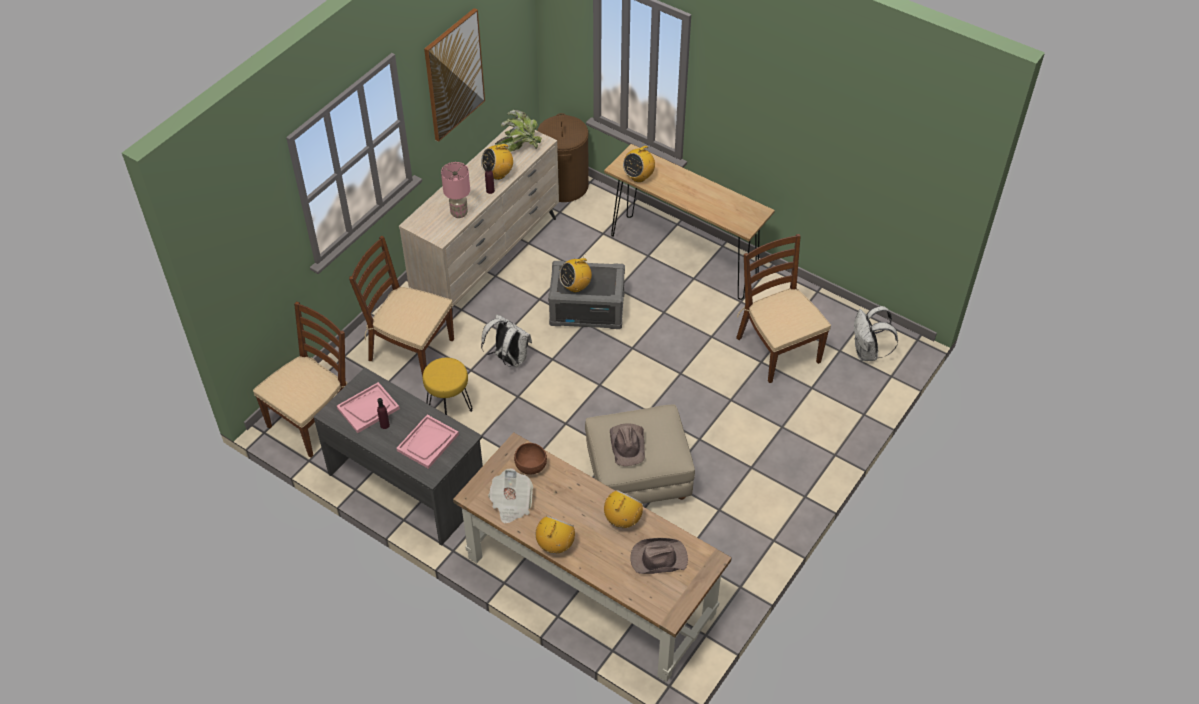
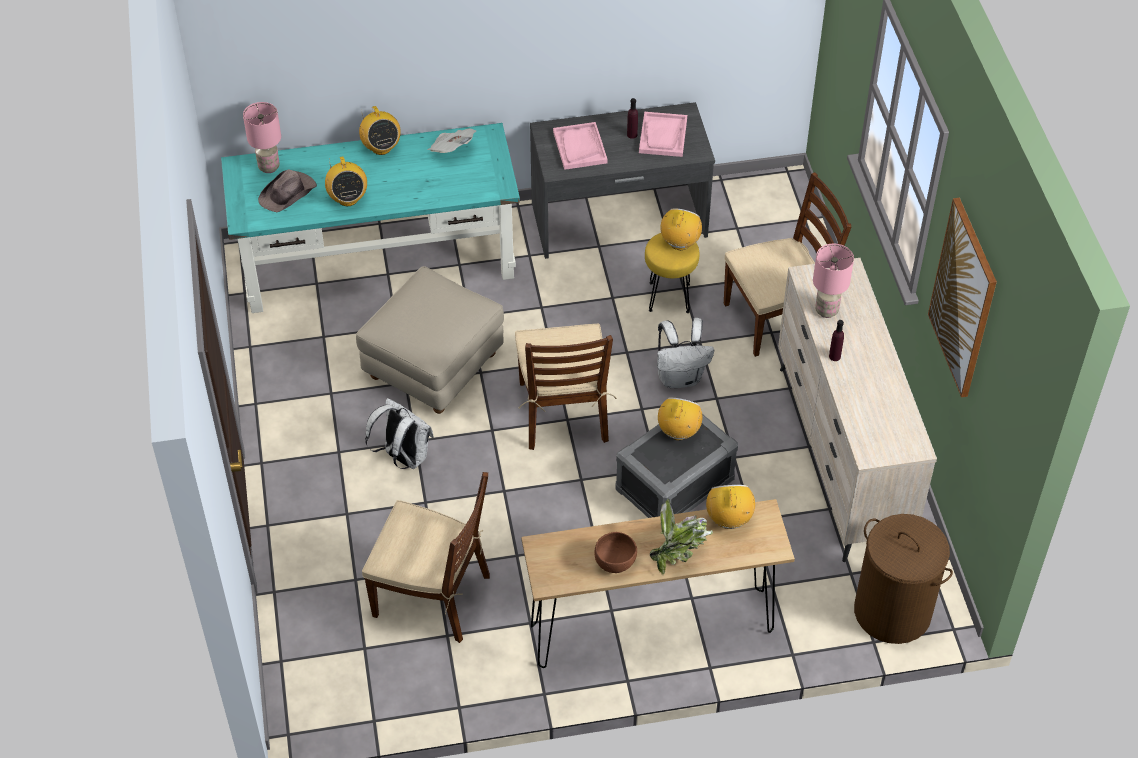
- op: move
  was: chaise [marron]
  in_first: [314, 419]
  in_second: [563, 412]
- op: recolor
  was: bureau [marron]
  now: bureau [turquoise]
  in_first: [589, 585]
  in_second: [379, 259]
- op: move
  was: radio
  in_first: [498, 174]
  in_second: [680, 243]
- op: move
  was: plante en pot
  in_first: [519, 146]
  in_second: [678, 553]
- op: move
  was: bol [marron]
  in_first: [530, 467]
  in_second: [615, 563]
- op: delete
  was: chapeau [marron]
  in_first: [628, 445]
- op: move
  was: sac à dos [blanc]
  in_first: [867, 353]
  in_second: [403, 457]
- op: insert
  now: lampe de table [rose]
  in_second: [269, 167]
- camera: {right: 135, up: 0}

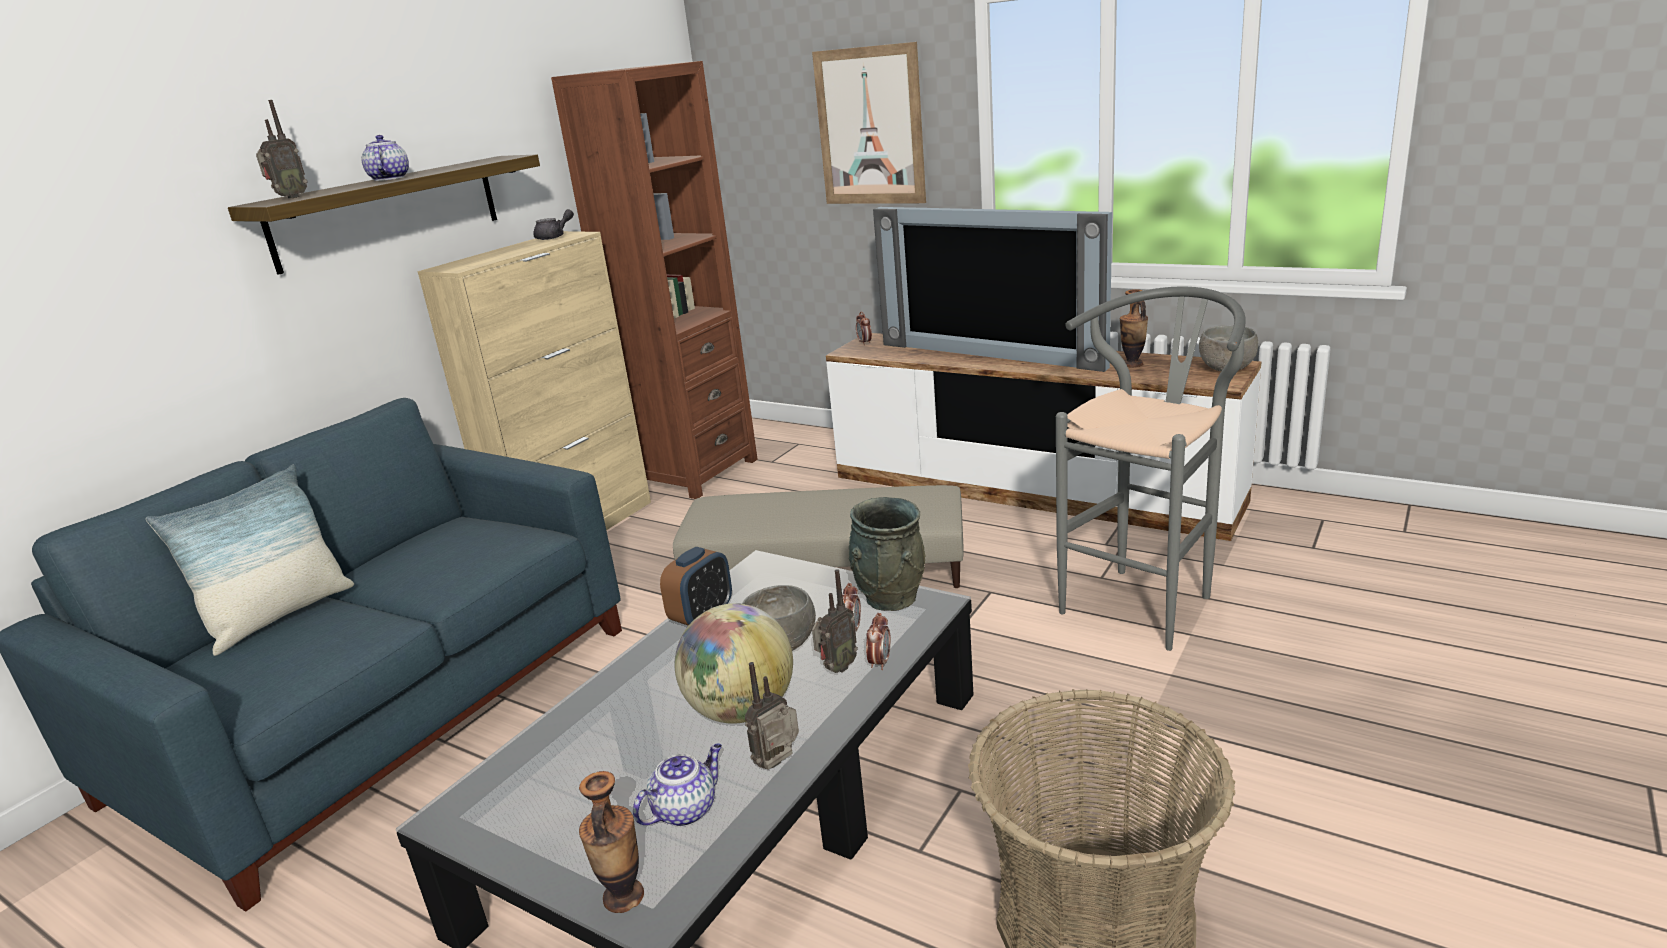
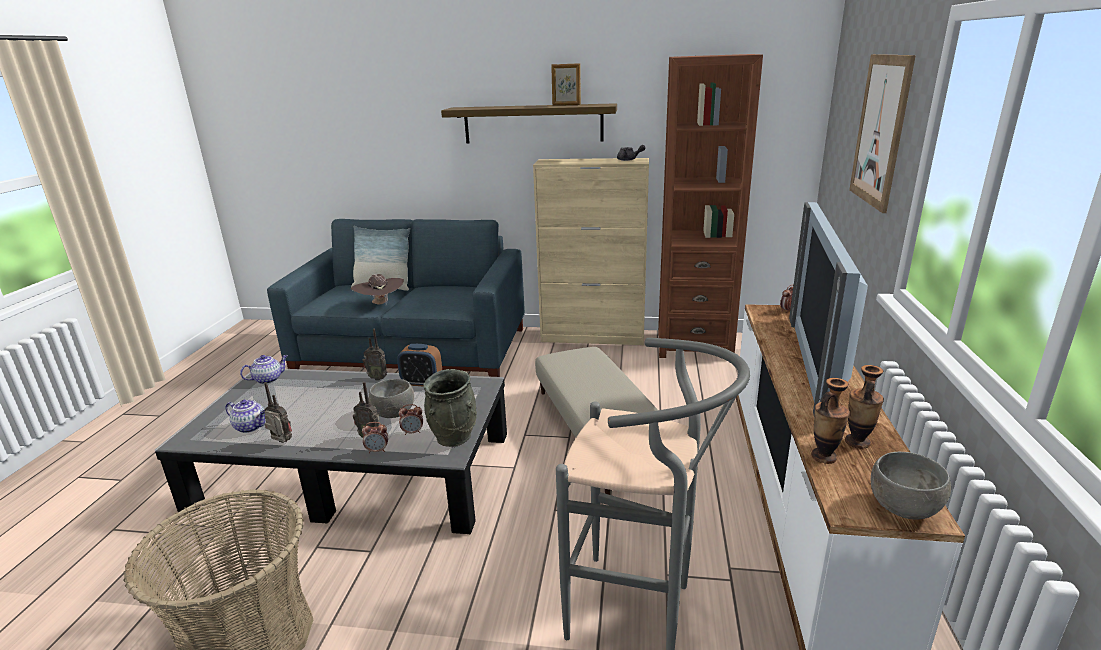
- op: move
  was: radio
  in_first: [289, 198]
  in_second: [378, 378]
- op: move
  was: théière
  in_first: [389, 178]
  in_second: [268, 379]
- op: move
  was: vase
  in_first: [624, 897]
  in_second: [824, 457]
- op: delete
  was: globe
  in_first: [741, 710]
- op: insert
  now: chapeau [marron]
  in_second: [380, 304]
- op: insert
  now: cadre photo
  in_second: [566, 105]
- camera: {right: 65, up: 0}

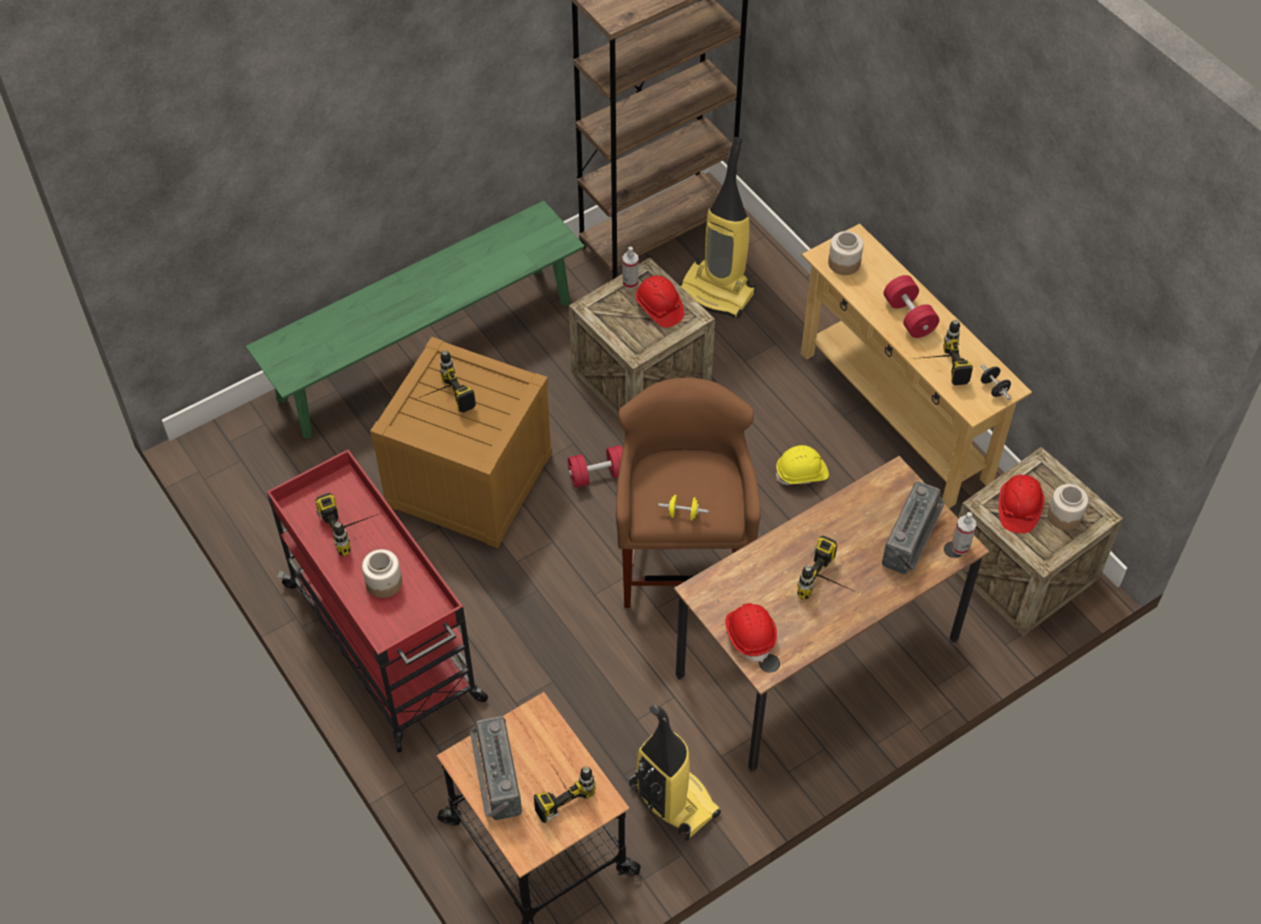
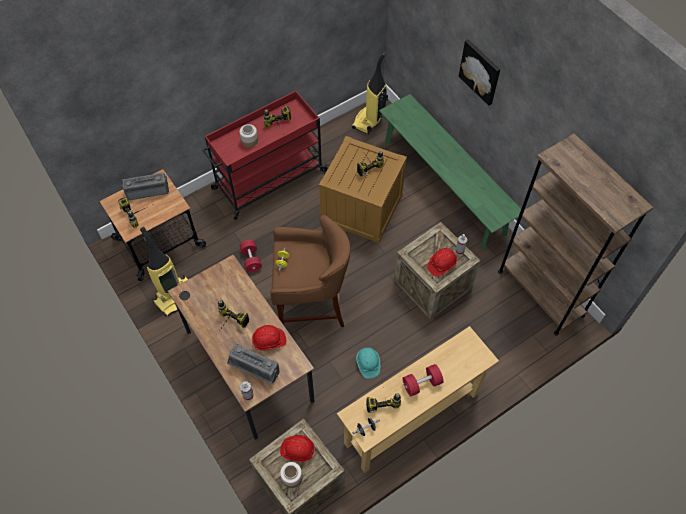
- op: move
  was: haltère [rouge]
  in_first: [598, 475]
  in_second: [251, 260]
- op: move
  was: aspirateur
  in_first: [718, 292]
  in_second: [369, 120]
- op: move
  was: casque de chantier [rouge]
  in_first: [750, 635]
  in_second: [269, 341]
- op: recolor
  was: casque de chantier [jaune]
  now: casque de chantier [turquoise]
  in_first: [802, 473]
  in_second: [368, 364]
- op: delete
  was: bocal
  in_first: [843, 263]
- op: insert
  now: tableau
  in_second: [480, 71]
- camera: {right: 90, up: 5}

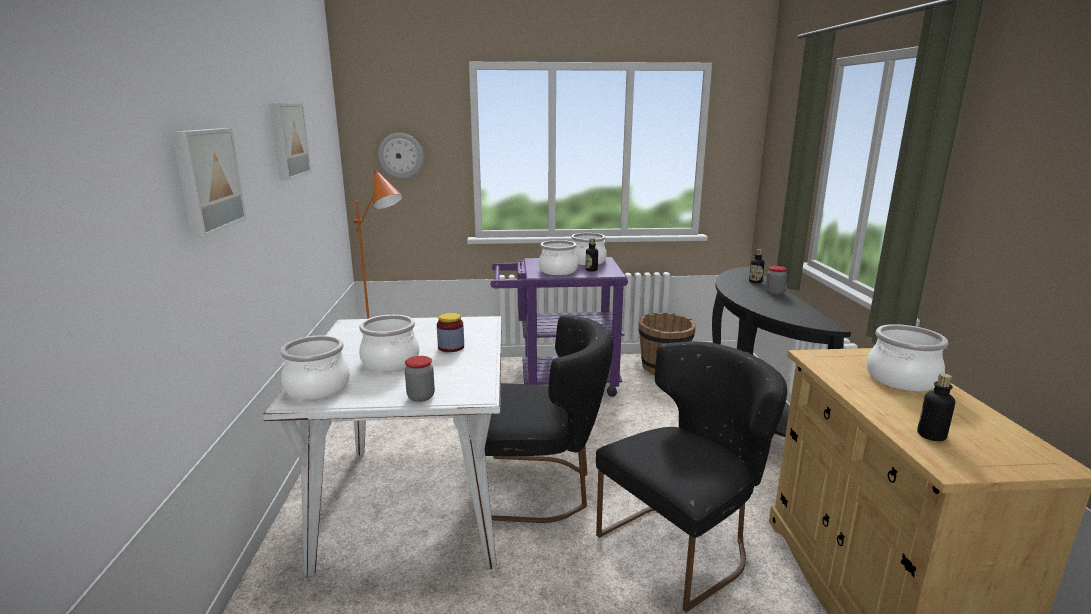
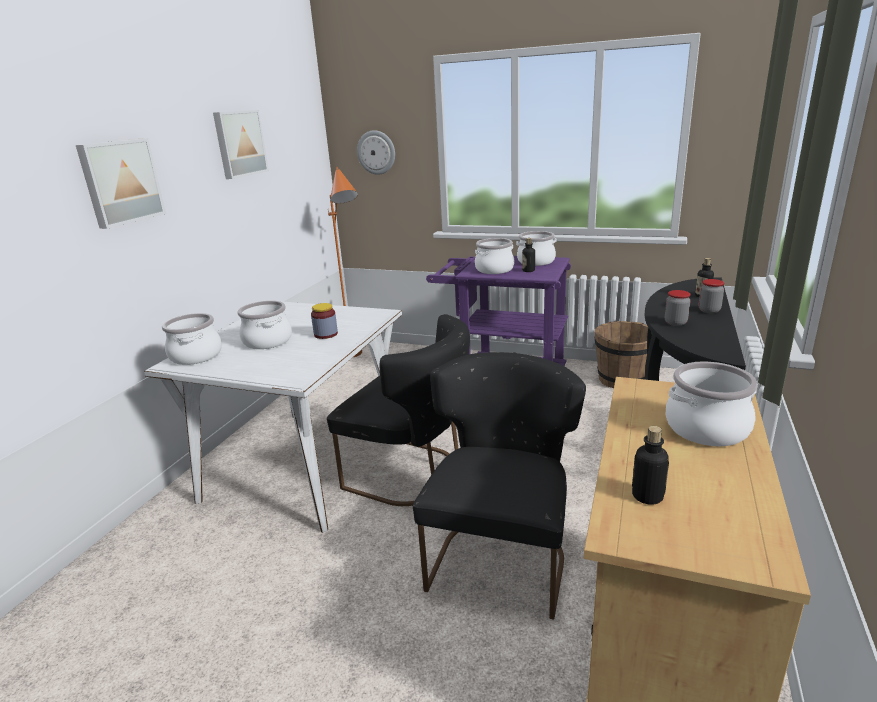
- op: move
  was: bocal
  in_first: [421, 397]
  in_second: [675, 323]
- op: rotate
  was: chaise [noir]
  in_first: [684, 543]
  in_second: [502, 555]
  clockwise: -60
- camera: {right: 25, up: 5}

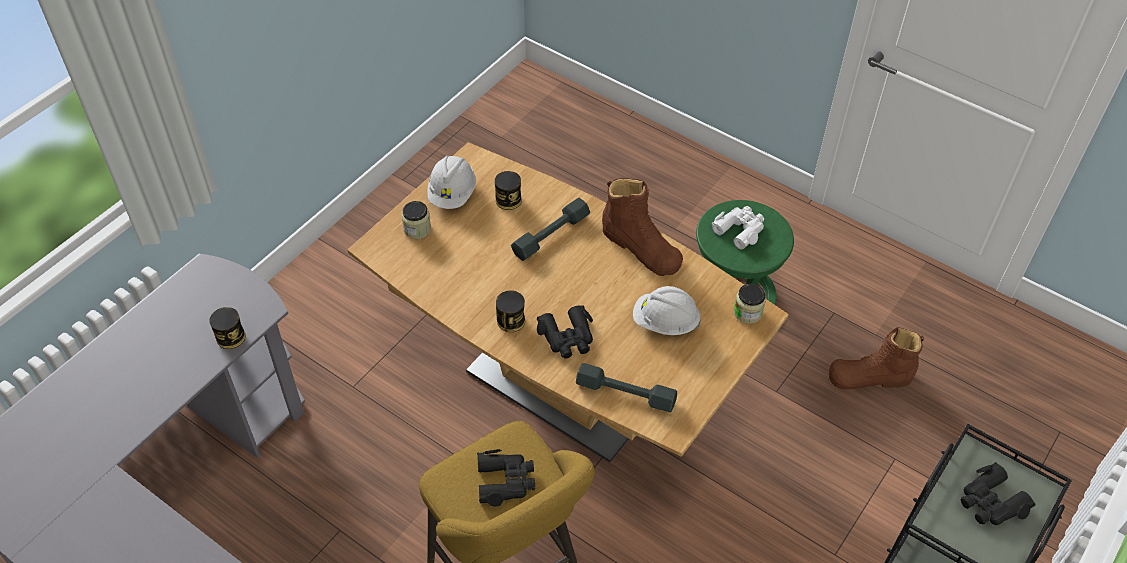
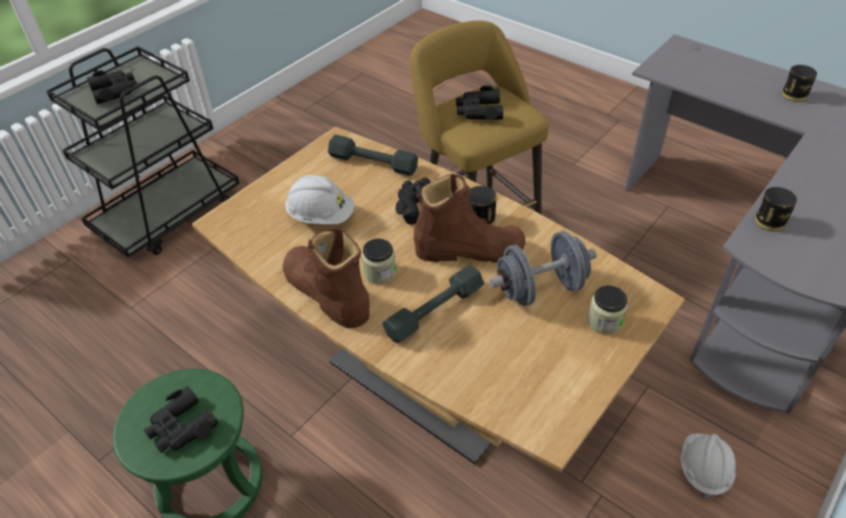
- op: move
  was: casque de chantier [blanc]
  in_first: [452, 194]
  in_second: [703, 469]
- op: move
  was: boîte métallique
  in_first: [508, 200]
  in_second: [794, 95]
- op: recolor
  was: jumelles [blanc]
  now: jumelles [noir]
  in_first: [740, 229]
  in_second: [181, 427]
- op: move
  was: bocal
  in_first: [747, 312]
  in_second: [380, 273]
- op: move
  was: botte [marron]
  in_first: [870, 377]
  in_second: [469, 250]
- op: insert
  now: haltère [gris]
  in_second: [540, 288]
- camera: {right: -175, up: -5}

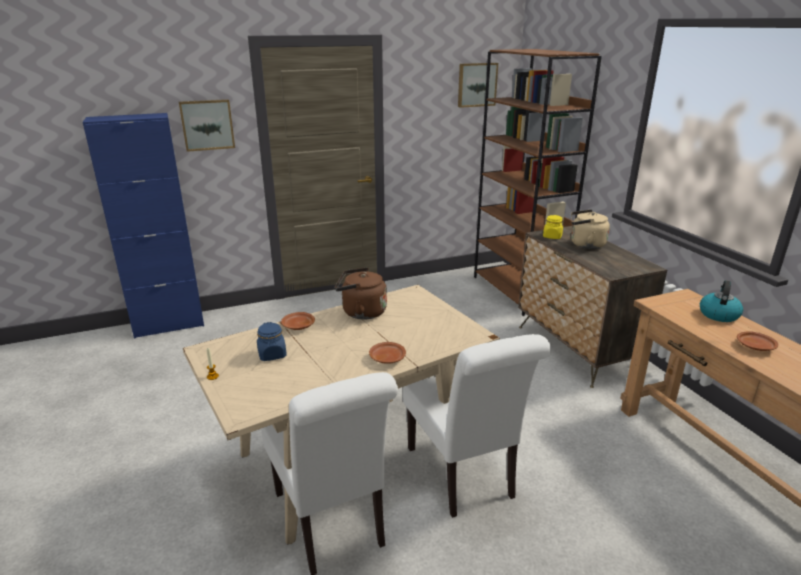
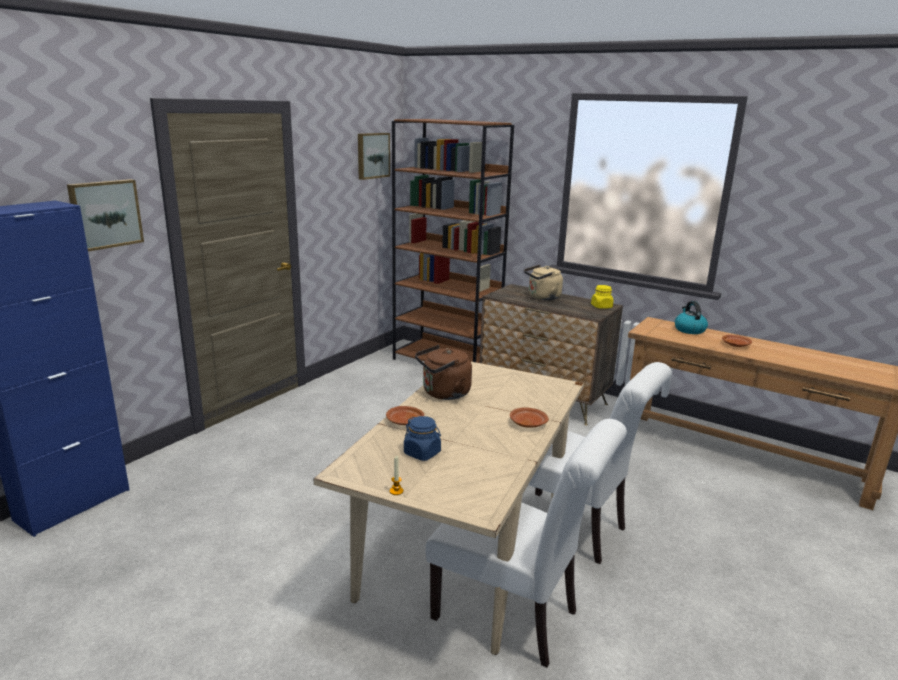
- op: move
  was: bocal [jaune]
  in_first: [552, 236]
  in_second: [601, 307]
- camera: {right: -35, up: -5}

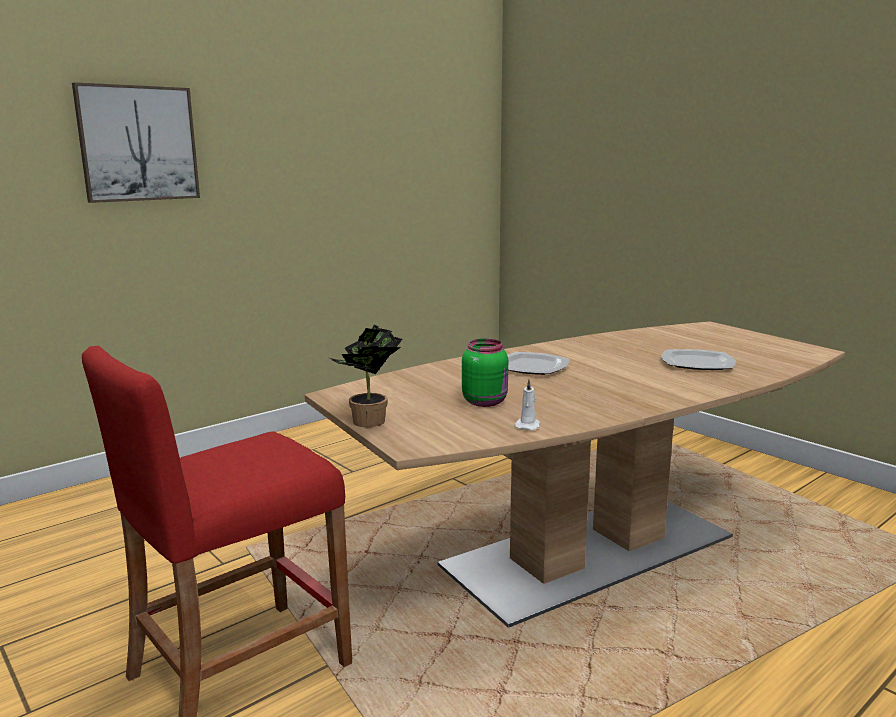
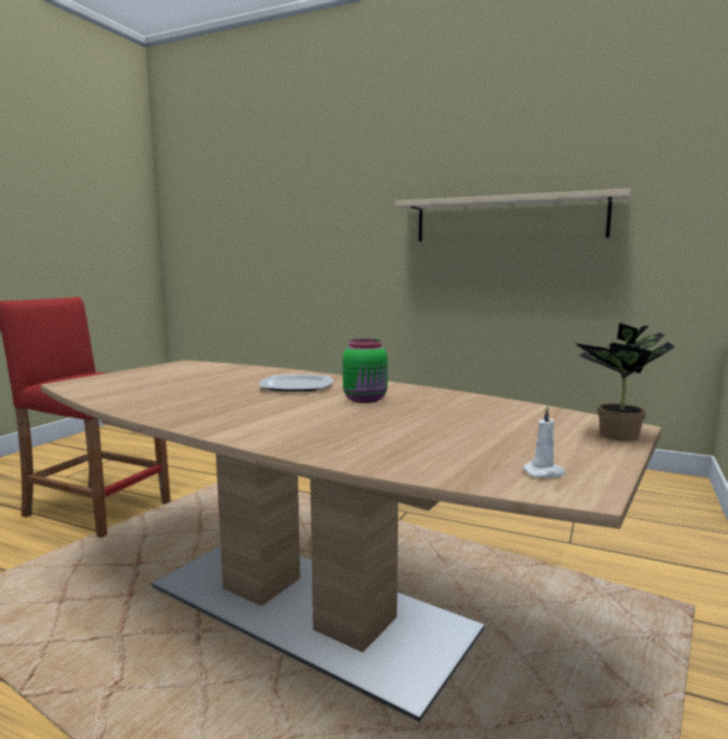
- op: delete
  was: tableau
  in_first: [138, 144]
- op: move
  was: plante en pot
  in_first: [370, 423]
  in_second: [616, 436]
- op: move
  was: bocal [vert]
  in_first: [485, 402]
  in_second: [366, 400]
- op: move
  was: bougie [blanc]
  in_first: [528, 426]
  in_second: [544, 473]
- op: delete
  was: assiette
  in_first: [698, 363]
- op: insert
  now: étagère [beige]
  in_second: [508, 219]
- camera: {right: 65, up: -5}

